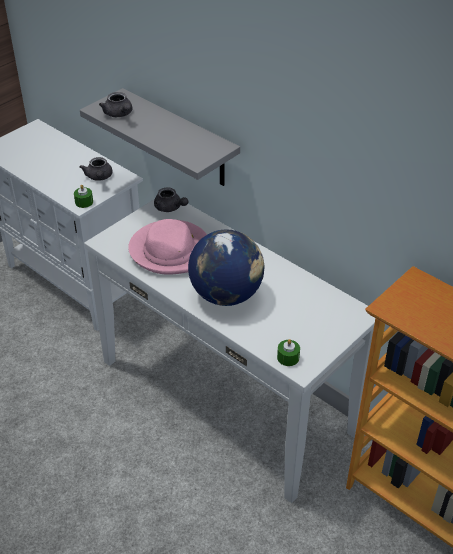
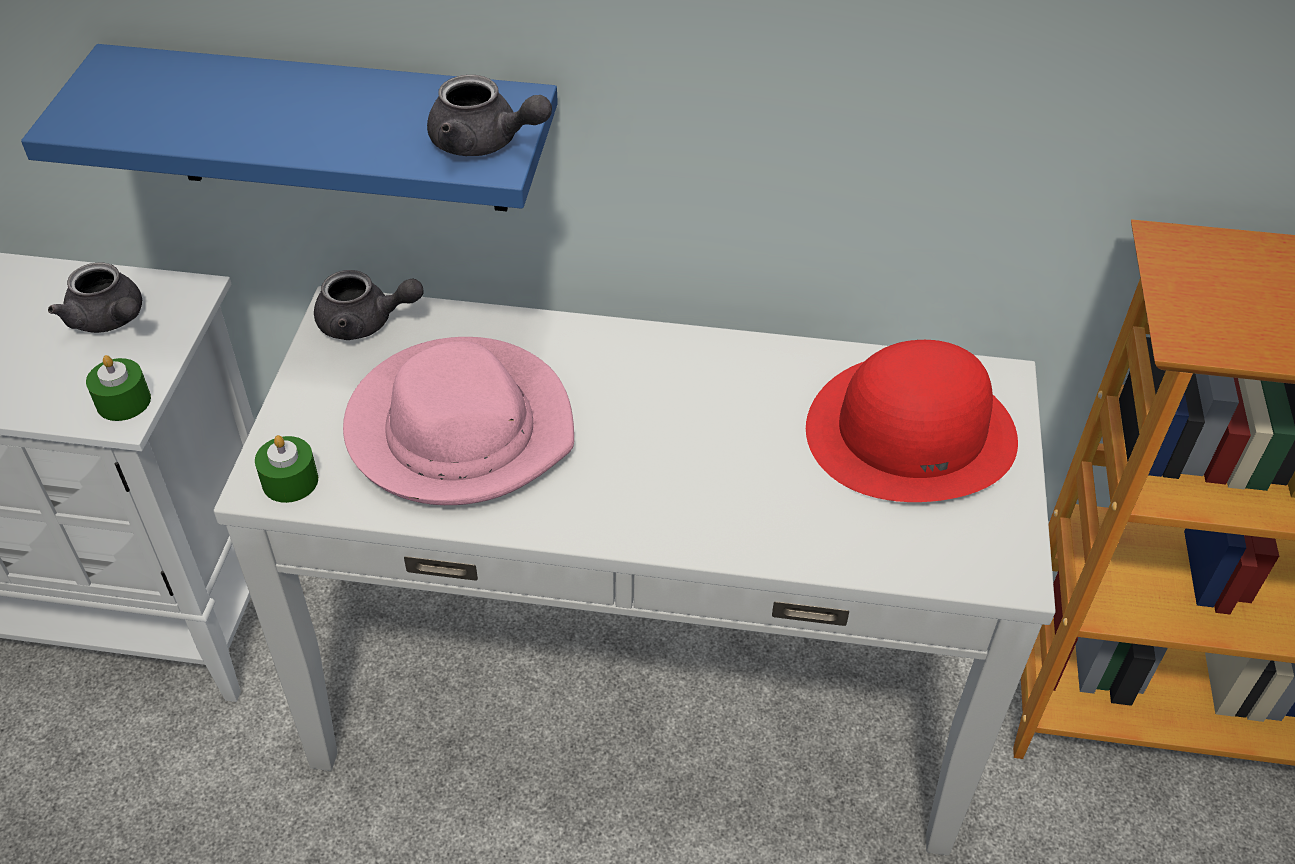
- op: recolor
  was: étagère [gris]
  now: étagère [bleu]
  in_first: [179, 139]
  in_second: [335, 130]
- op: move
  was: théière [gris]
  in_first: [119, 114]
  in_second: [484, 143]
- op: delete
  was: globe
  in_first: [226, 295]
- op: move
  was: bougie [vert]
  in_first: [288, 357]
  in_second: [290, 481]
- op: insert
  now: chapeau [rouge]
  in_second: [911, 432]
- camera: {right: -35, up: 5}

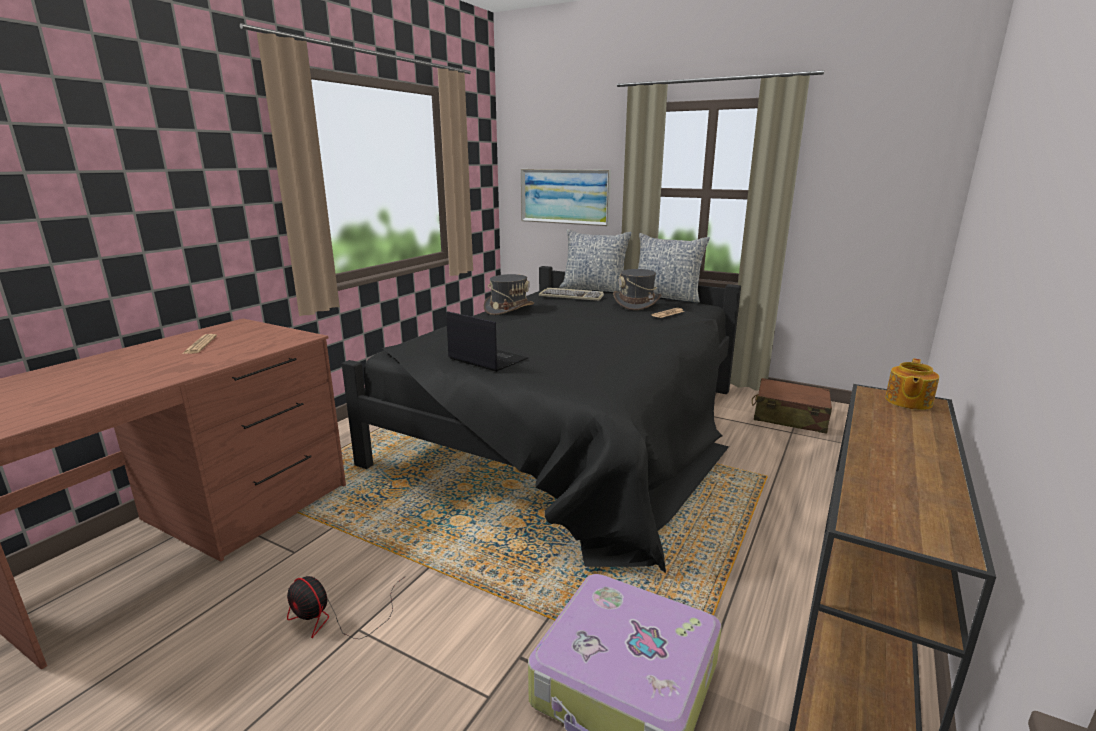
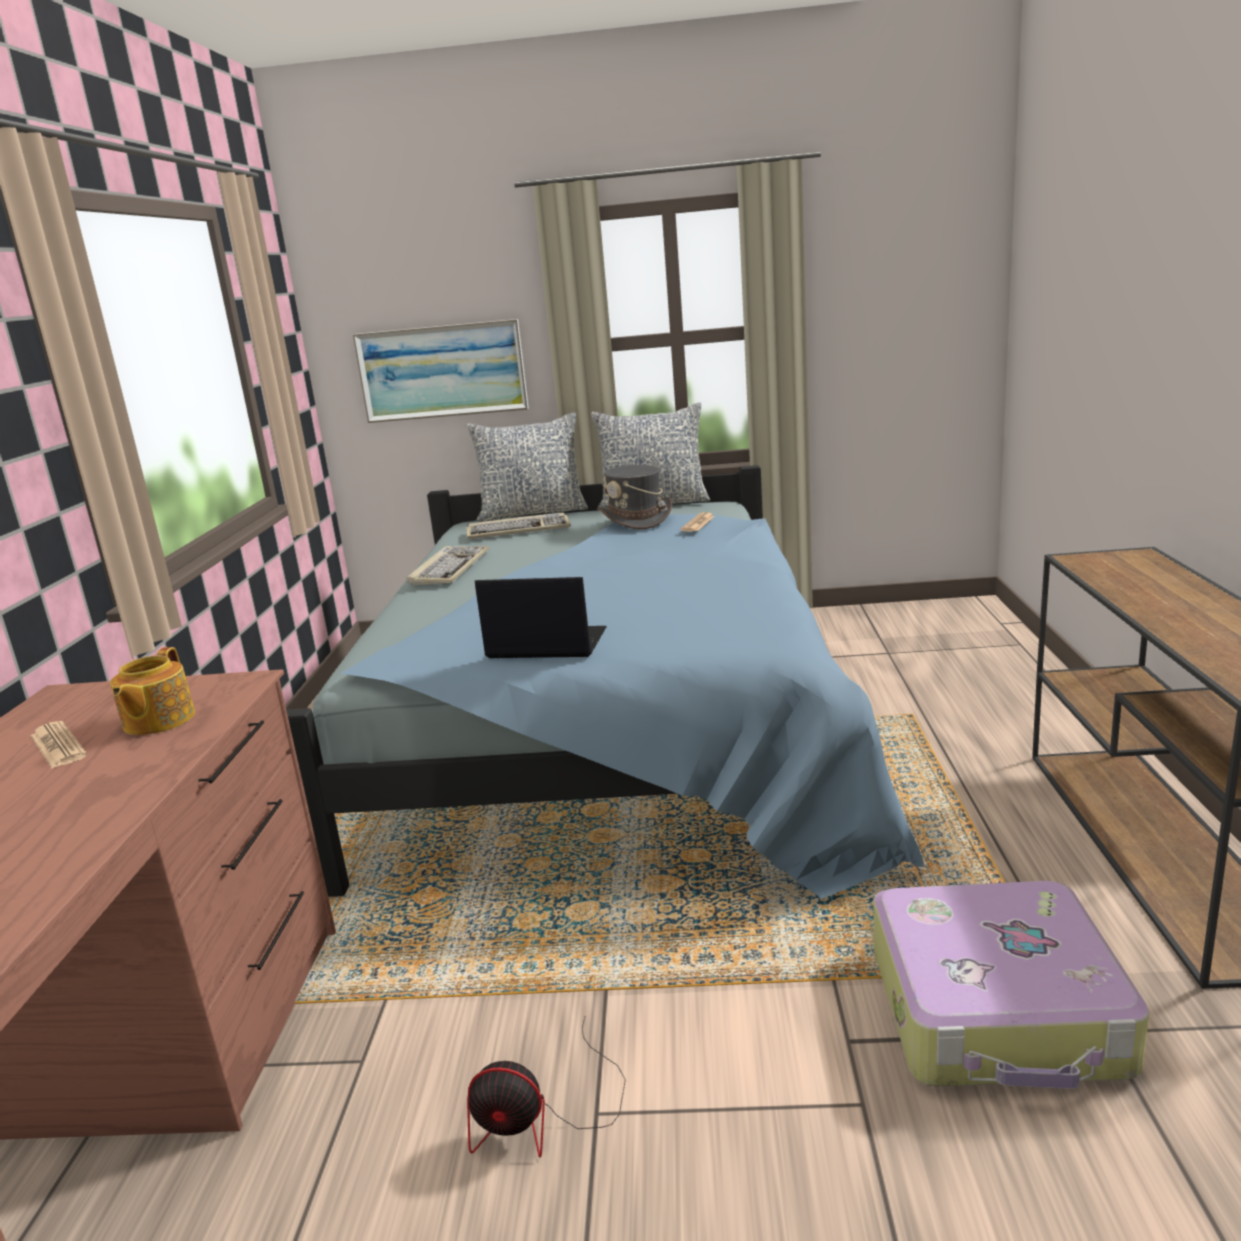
- op: recolor
  was: lit [noir]
  now: lit [bleu]
  in_first: [573, 430]
  in_second: [612, 734]
- op: replace
  was: chapeau [gris]
  now: clavier
  in_first: [509, 309]
  in_second: [449, 569]
- op: delete
  was: valise [marron]
  in_first: [789, 417]
- op: move
  was: théière
  in_first: [907, 402]
  in_second: [157, 721]
- camera: {right: -25, up: 0}

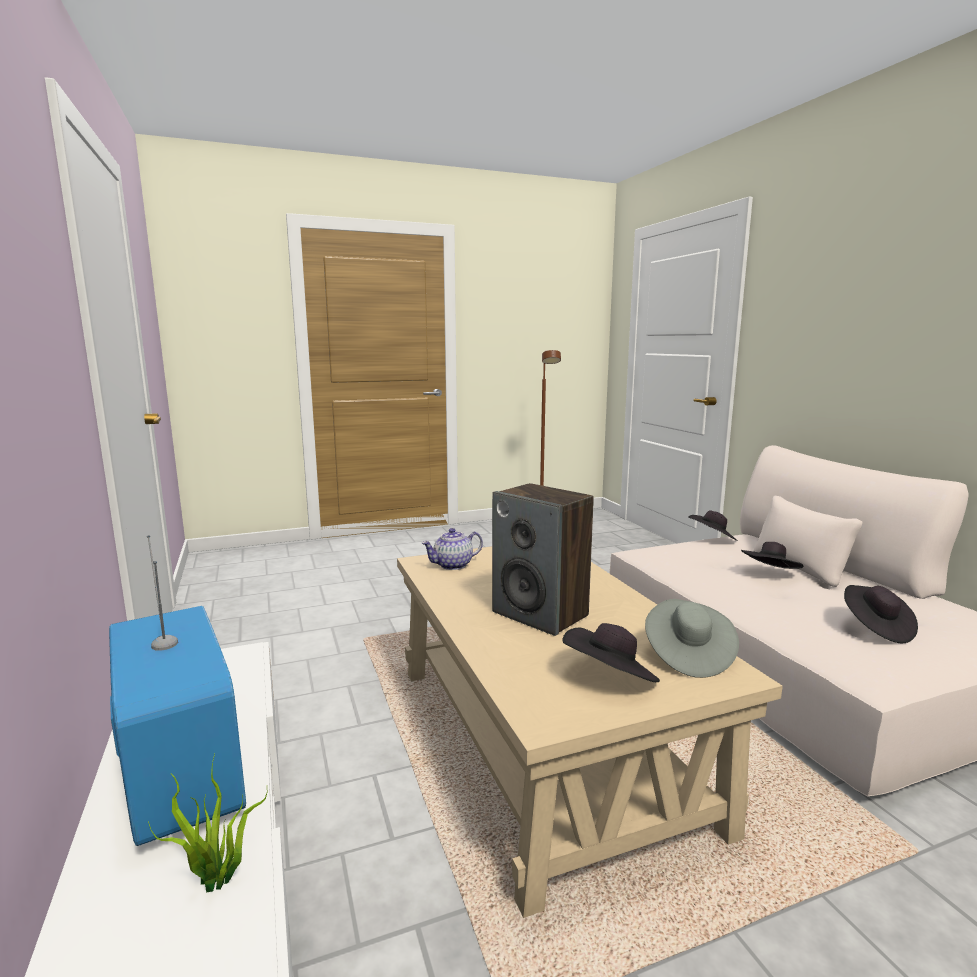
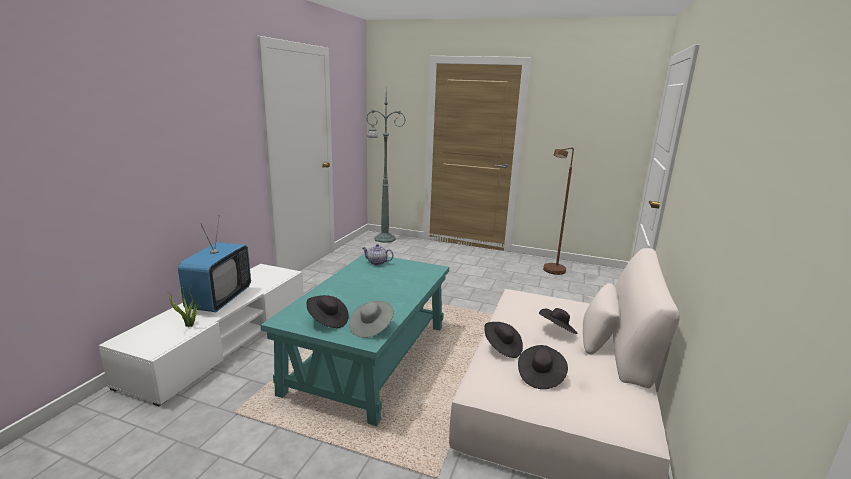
- op: recolor
  was: table basse [beige]
  now: table basse [turquoise]
  in_first: [544, 743]
  in_second: [370, 358]
- op: delete
  was: enceinte
  in_first: [541, 614]
- op: move
  was: chapeau [noir]
  in_first: [712, 539]
  in_second: [502, 348]
- op: insert
  now: lampadaire [vert]
  in_second: [383, 239]
- camera: {right: 40, up: 5}

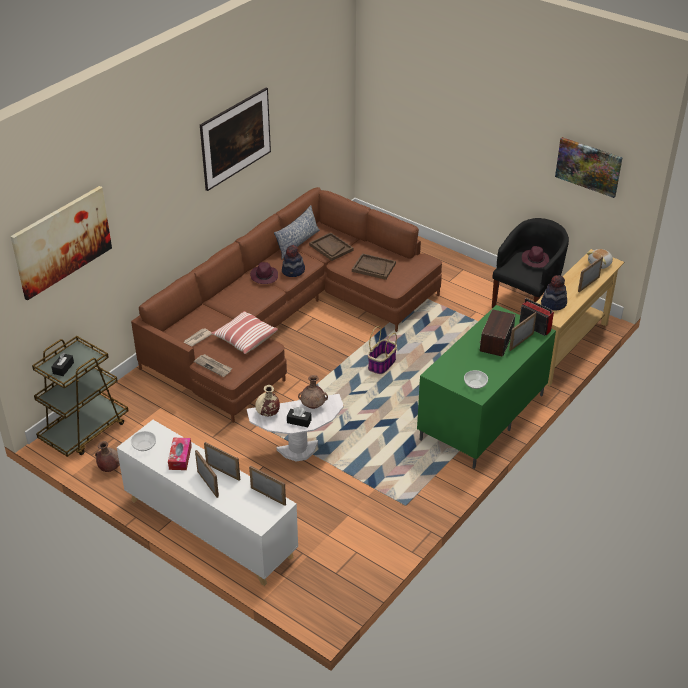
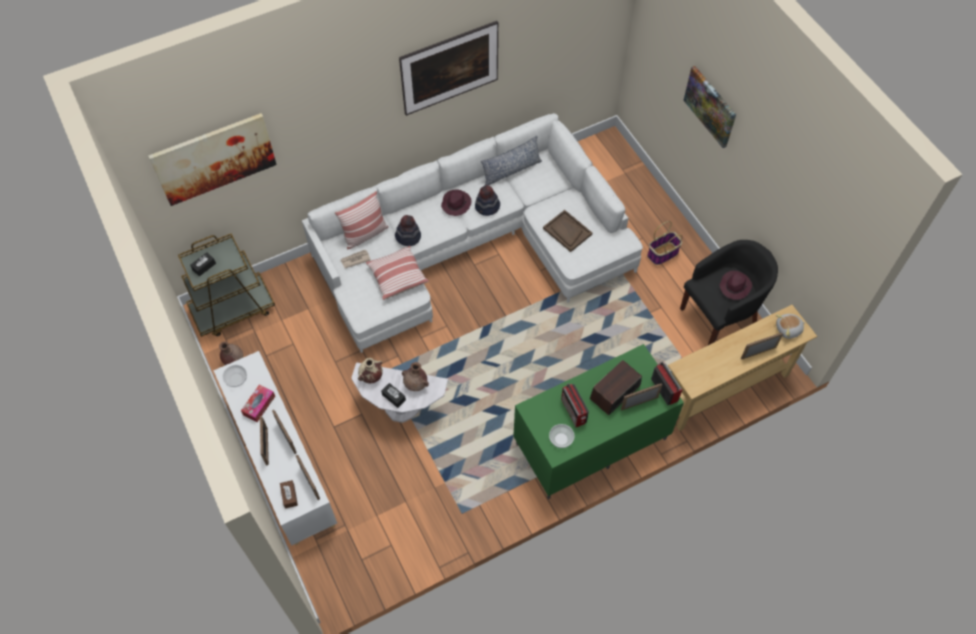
- op: recolor
  was: canapé [marron]
  now: canapé [blanc]
  in_first: [287, 319]
  in_second: [472, 247]
- op: delete
  was: journal
  in_first: [213, 366]
- op: delete
  was: plateau [marron]
  in_first: [331, 248]
- op: move
  was: panier
  in_first: [382, 364]
  in_second: [662, 254]
- op: move
  was: chapeau
  in_first: [553, 303]
  in_second: [408, 237]
- op: move
  was: tableau
  in_first: [588, 166]
  in_second: [710, 106]
- op: insert
  now: boîte à mouchoirs [marron]
  in_second: [289, 496]
- op: insert
  now: coussin
  in_second: [365, 234]
- op: insert
  now: radio
  in_second: [573, 412]
- camera: {right: 25, up: 20}

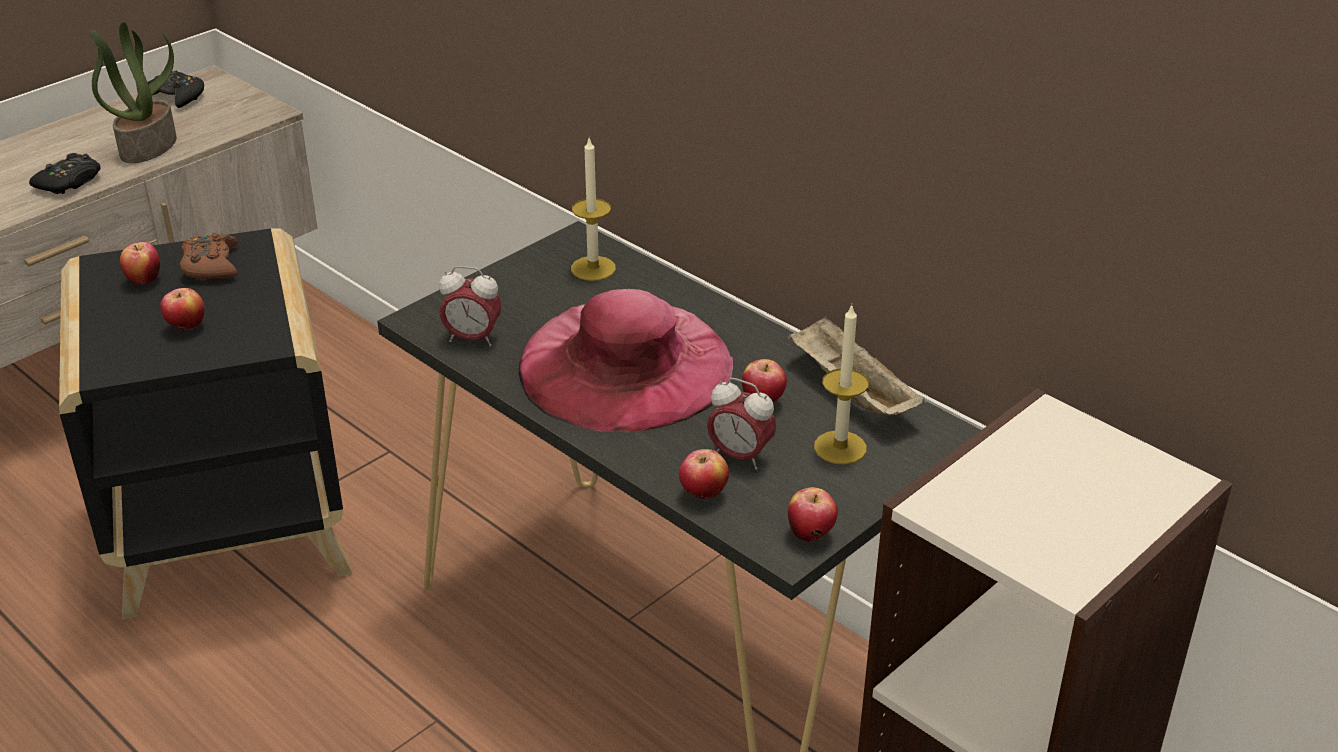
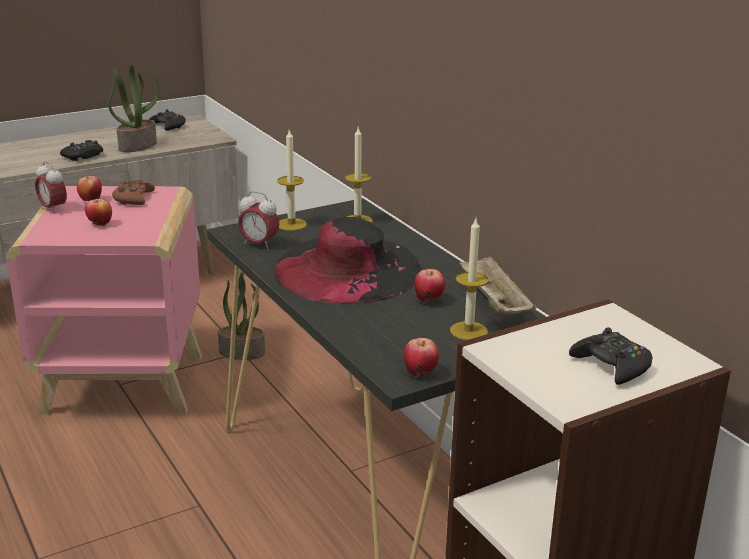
- op: recolor
  was: table d'appoint [noir]
  now: table d'appoint [rose]
  in_first: [237, 537]
  in_second: [127, 383]
- op: recolor
  was: chapeau [rose]
  now: chapeau [noir]
  in_first: [625, 365]
  in_second: [348, 269]
- op: delete
  was: pomme
  in_first: [703, 495]
- op: move
  was: réveil
  in_first: [740, 456]
  in_second: [53, 209]
- op: insert
  now: plante en pot
  in_second: [243, 352]
- op: insert
  now: bougie
  in_second: [291, 224]
- op: insert
  now: manette [noir]
  in_second: [611, 366]
- camera: {right: 15, up: -10}

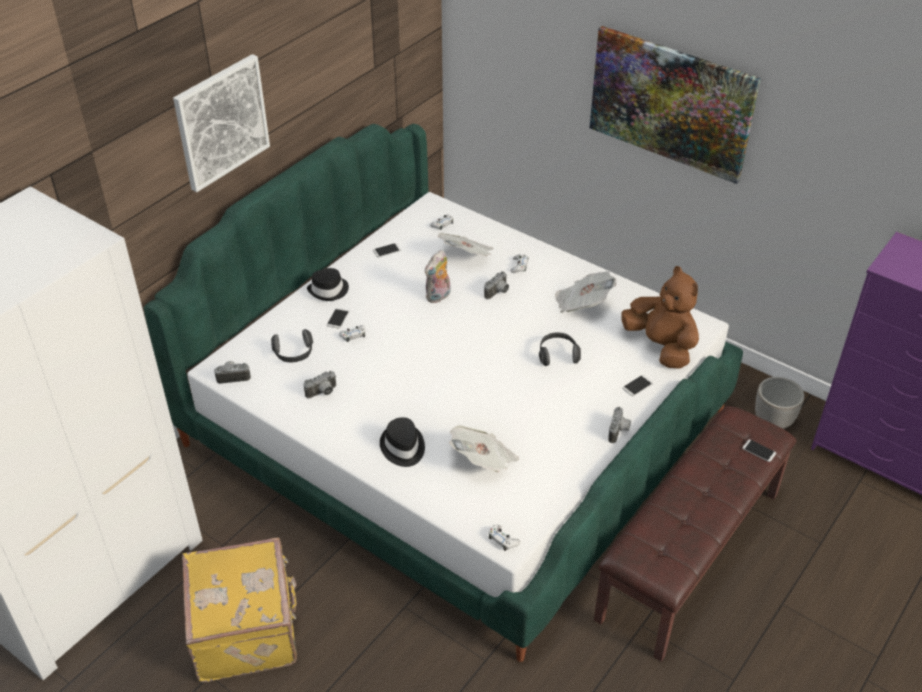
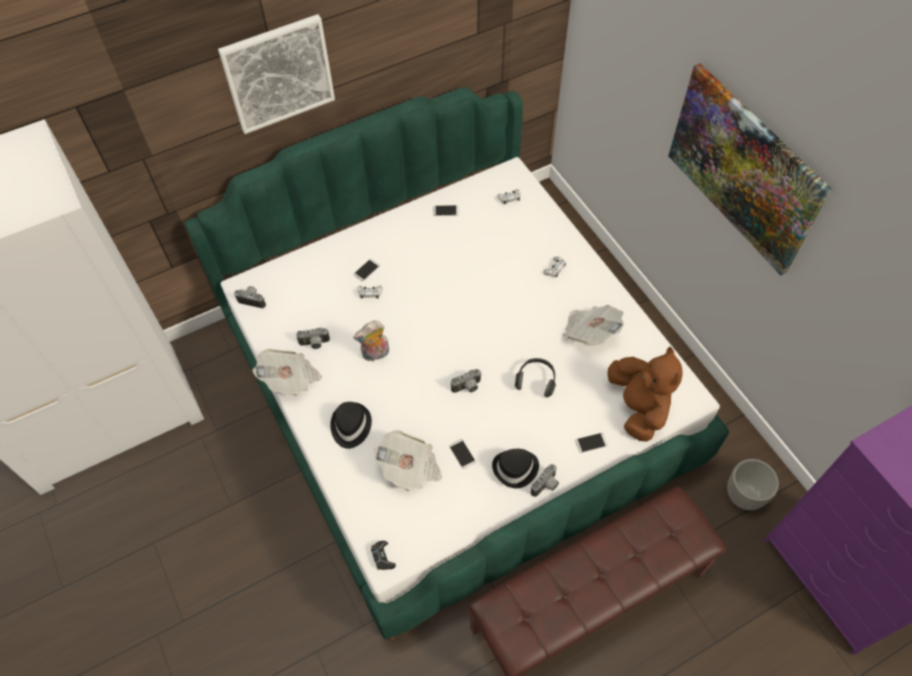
- op: delete
  was: valise [jaune]
  in_first: [247, 629]
- op: delete
  was: casque audio
  in_first: [294, 354]
- op: move
  was: chapeau [noir]
  in_first: [329, 290]
  in_second: [515, 469]
- op: move
  was: peluche
  in_first: [438, 297]
  in_second: [375, 354]
- op: move
  was: journal
  in_first: [467, 256]
  in_second: [291, 379]
- op: move
  was: appareil photo
  in_first: [498, 293]
  in_second: [467, 388]
- op: recolor
  was: manette [blanc]
  now: manette [noir]
  in_first: [503, 540]
  in_second: [383, 557]
- op: move
  was: téléphone
  in_first: [759, 451]
  in_second: [462, 454]
- camera: {right: 25, up: 15}

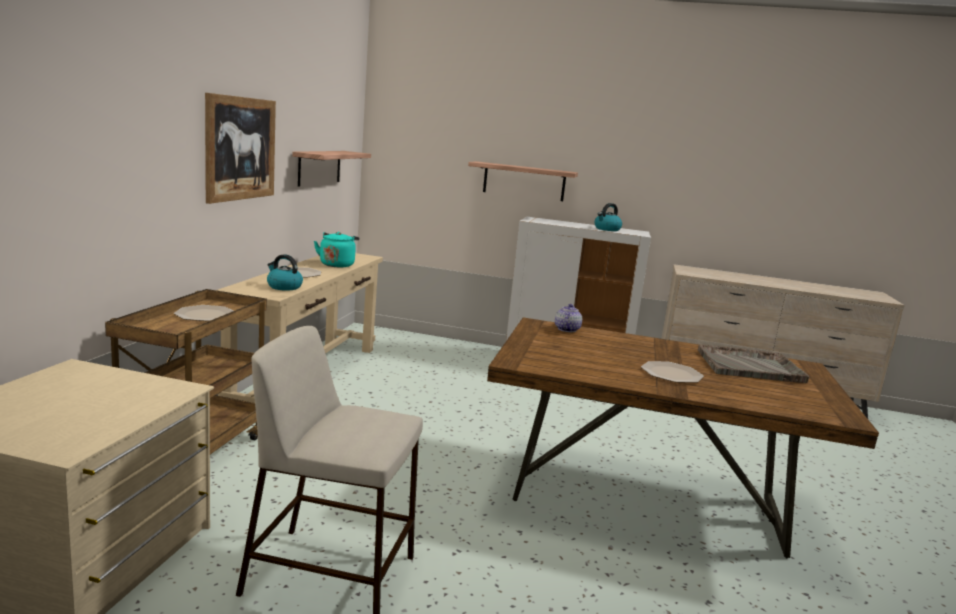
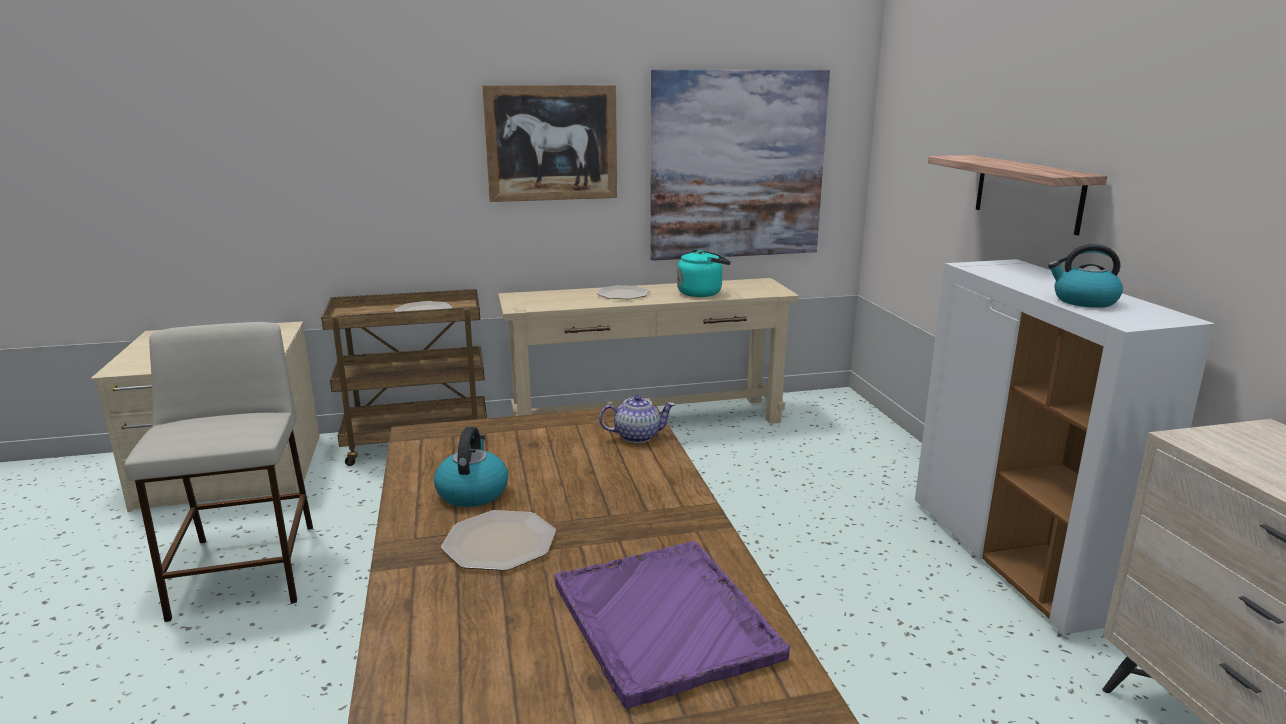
- op: move
  was: bouilloire
  in_first: [284, 287]
  in_second: [472, 492]
- op: replace
  was: étagère
  now: tableau
  in_first: [319, 167]
  in_second: [737, 165]
- op: recolor
  was: plateau [gris]
  now: plateau [violet]
  in_first: [750, 366]
  in_second: [665, 622]
- camera: {right: 65, up: 5}

